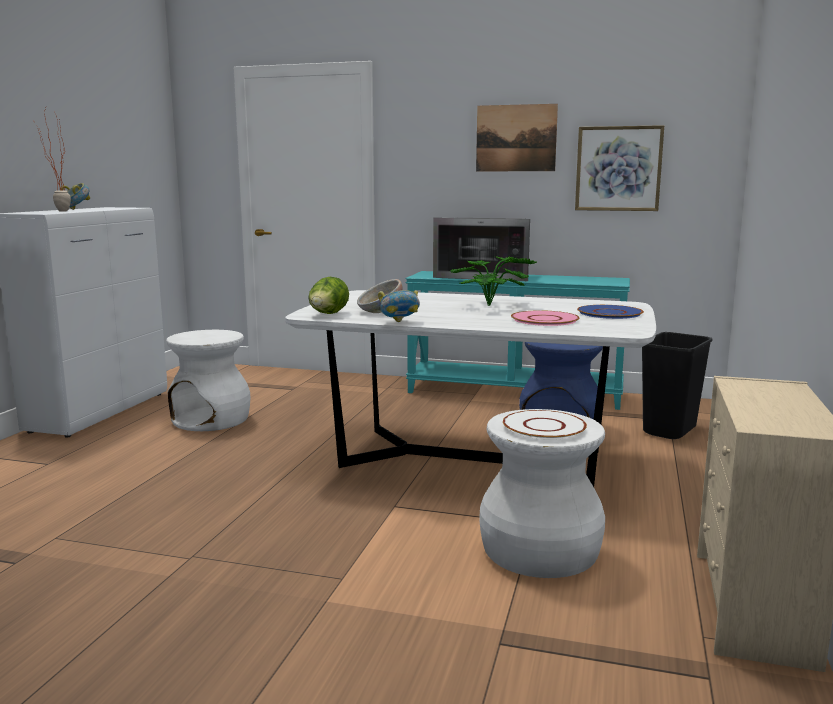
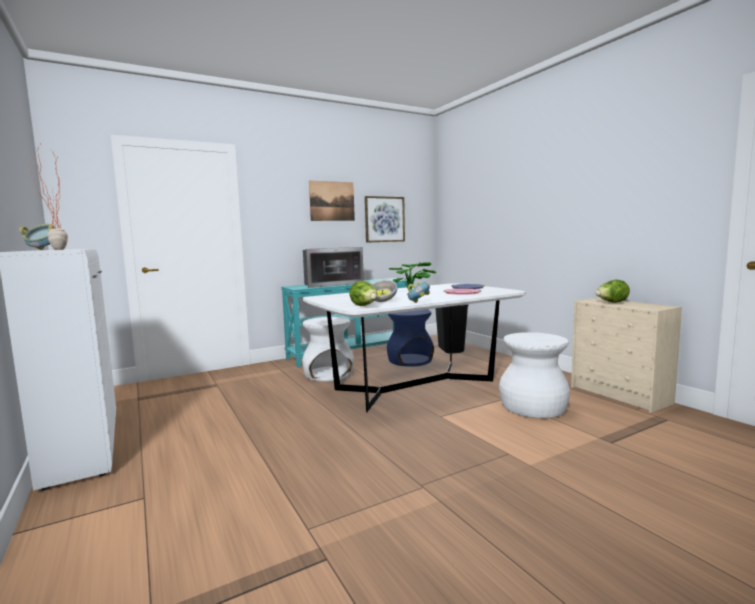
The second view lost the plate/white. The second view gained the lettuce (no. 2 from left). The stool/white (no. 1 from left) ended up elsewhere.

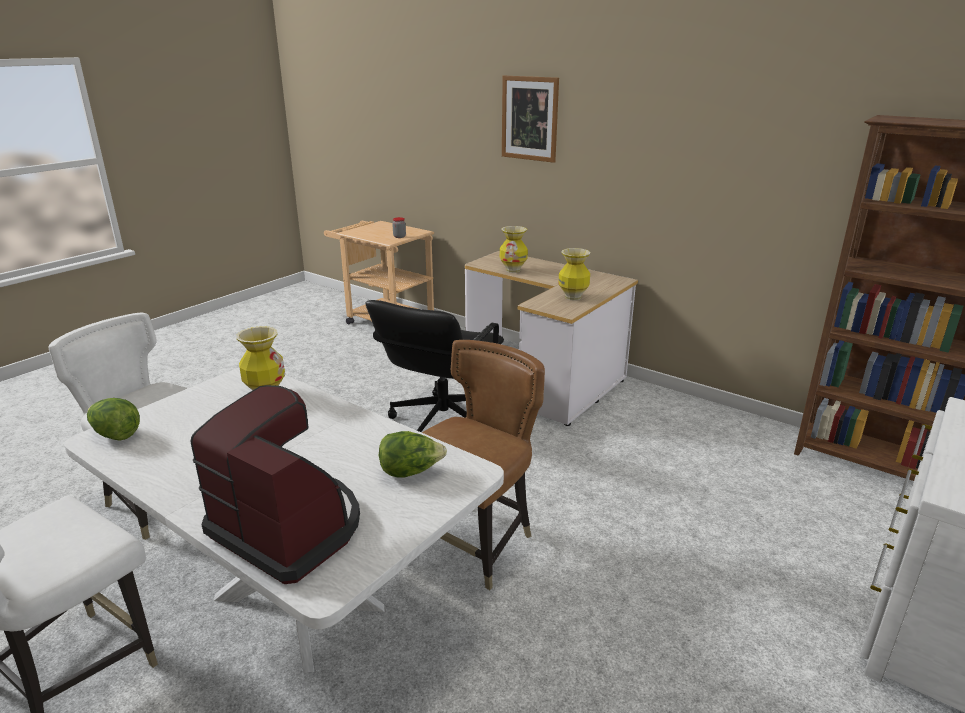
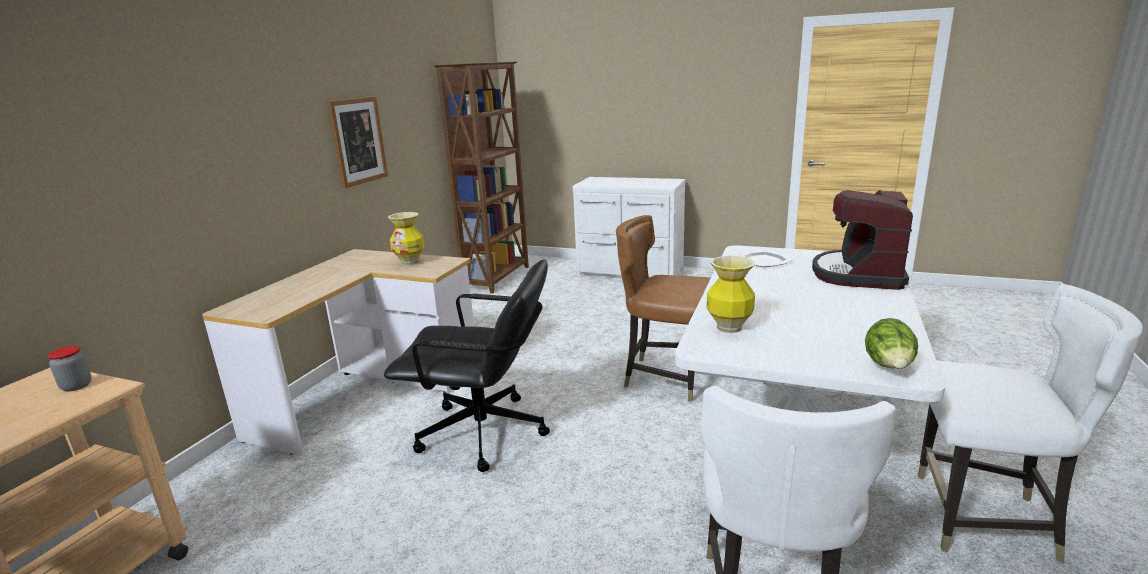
The second view lost the vase (no. 2 from left). The picture ended up elsewhere. Where the lettuce (no. 2 from left) stood, the plate came to stand.

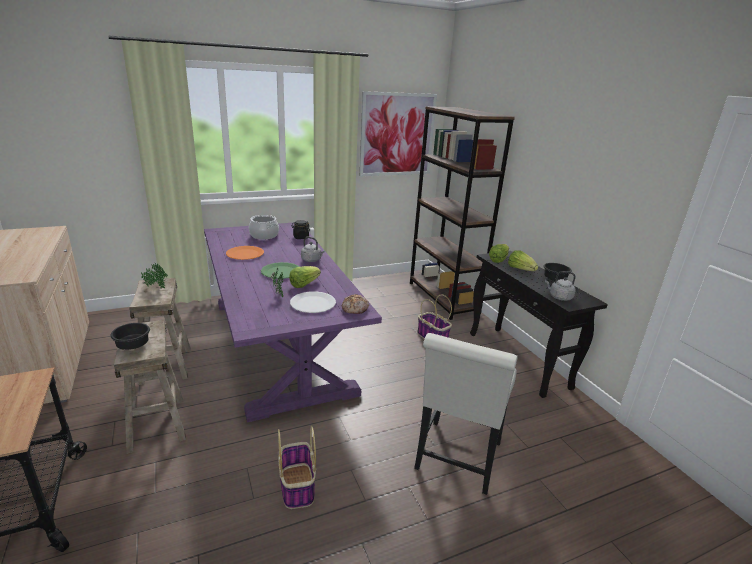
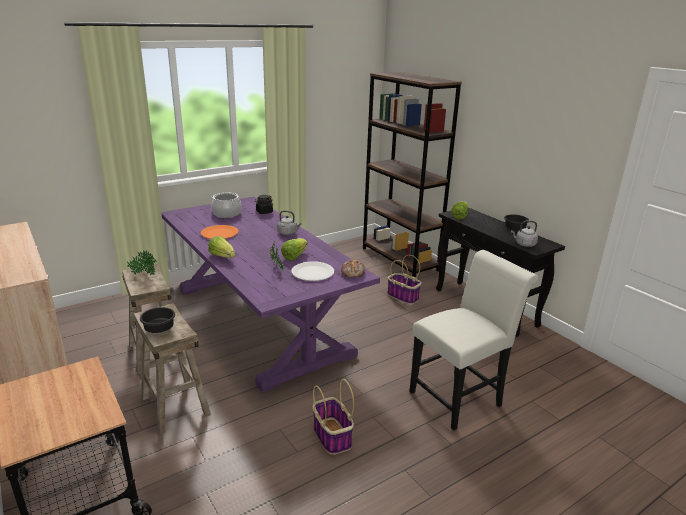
The second view lost the plate/green. The second view lost the picture. The lettuce (no. 3 from left in the first image) ended up elsewhere. The chair/white ended up facing another way, 135 degrees counterclockwise from before.

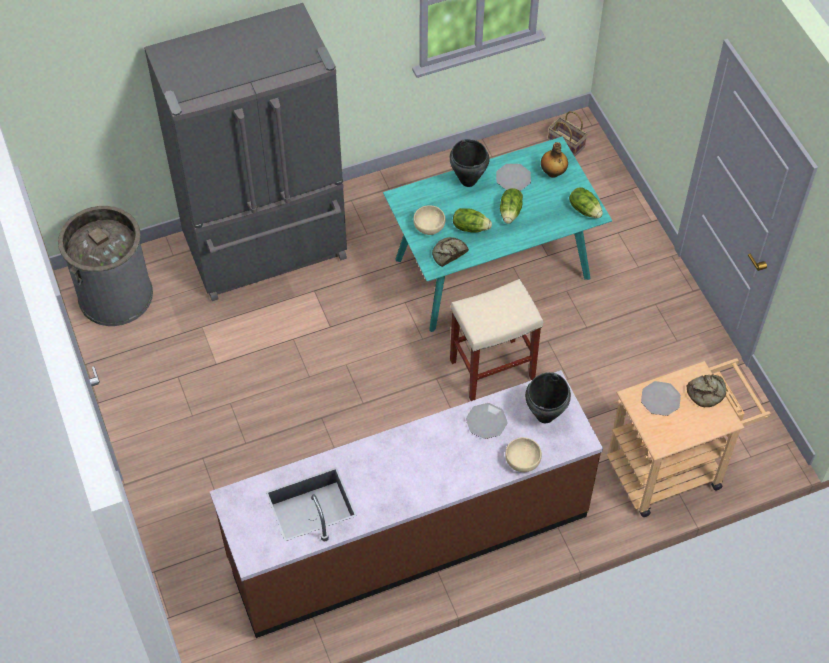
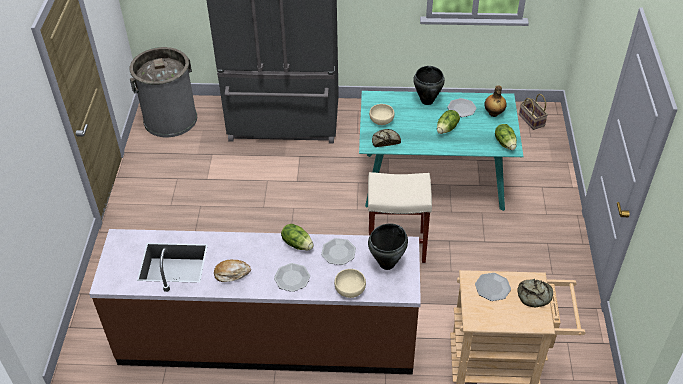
The second view gained the bread (no. 1 from left). The second view gained the plate (no. 1 from left). The lettuce (no. 1 from left) ended up elsewhere.

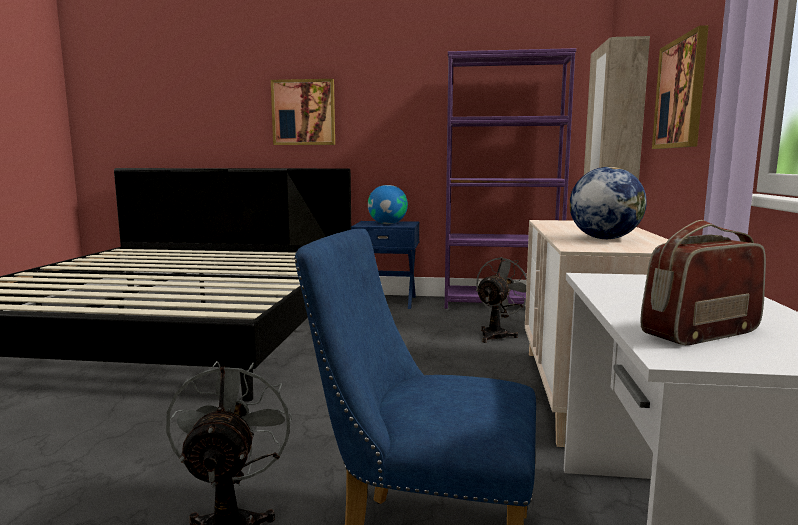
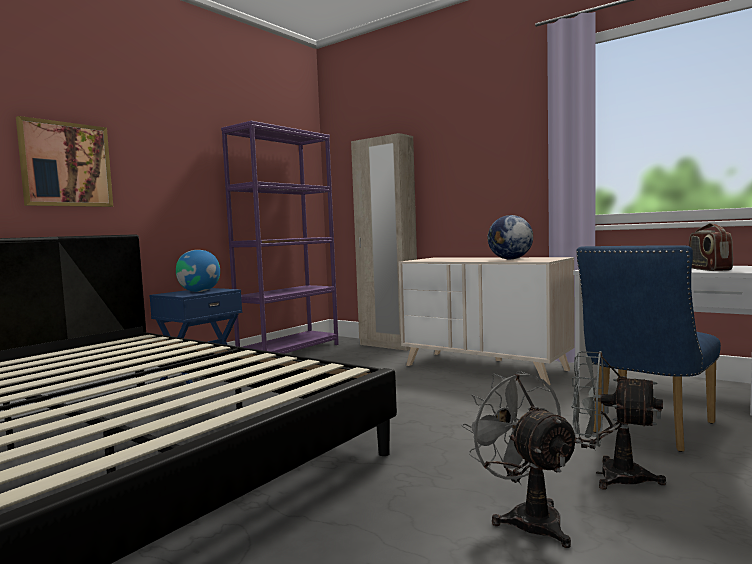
The second view lost the picture (no. 2 from left). The fan/grey (no. 2 from left in the first image) ended up elsewhere.

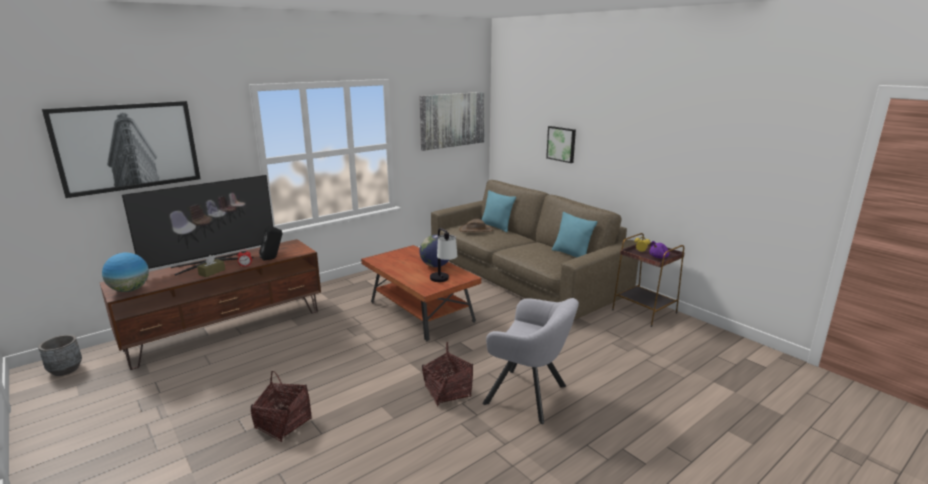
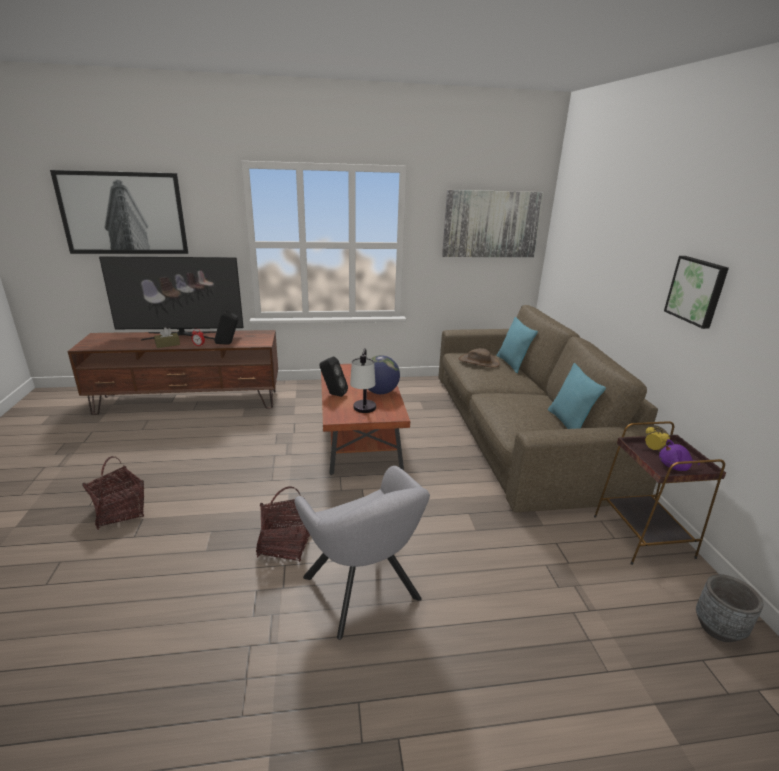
The second view lost the globe (no. 1 from left). The second view gained the speaker/black (no. 2 from left). The planter/grey ended up elsewhere. The picture (no. 3 from left) ended up elsewhere.

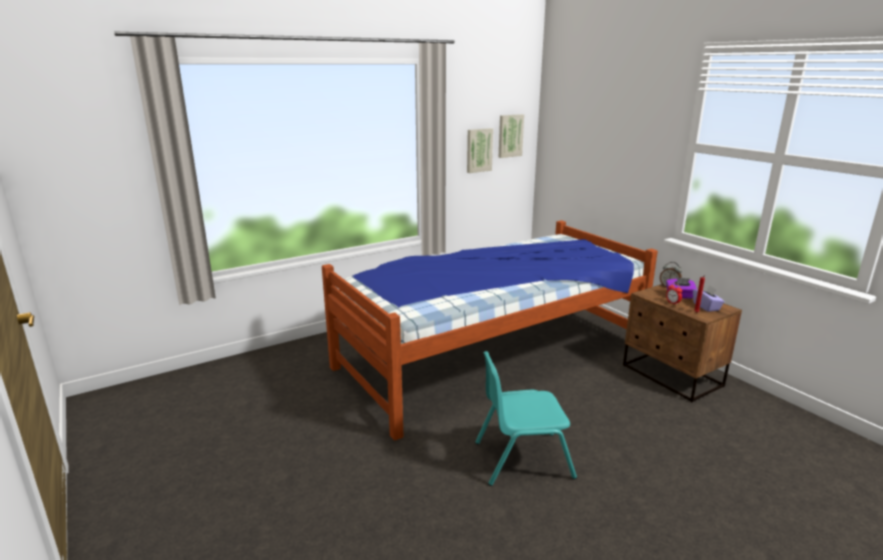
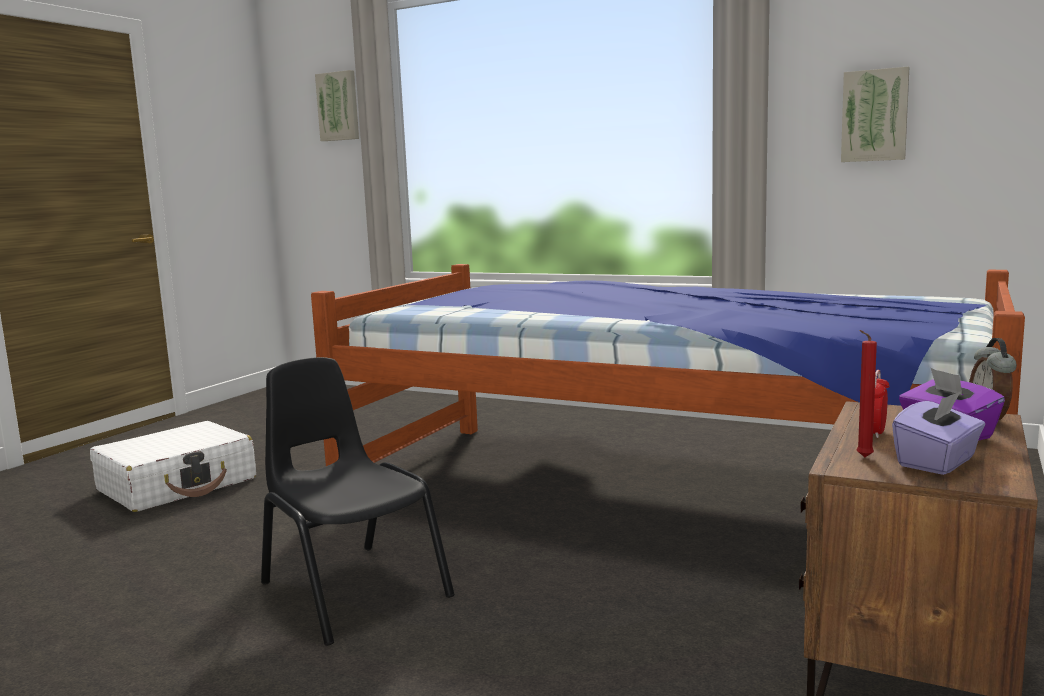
The second view gained the suitcase/white. The picture (no. 2 from left in the first image) ended up elsewhere. What was the chair/turquoise turned into the chair/black.

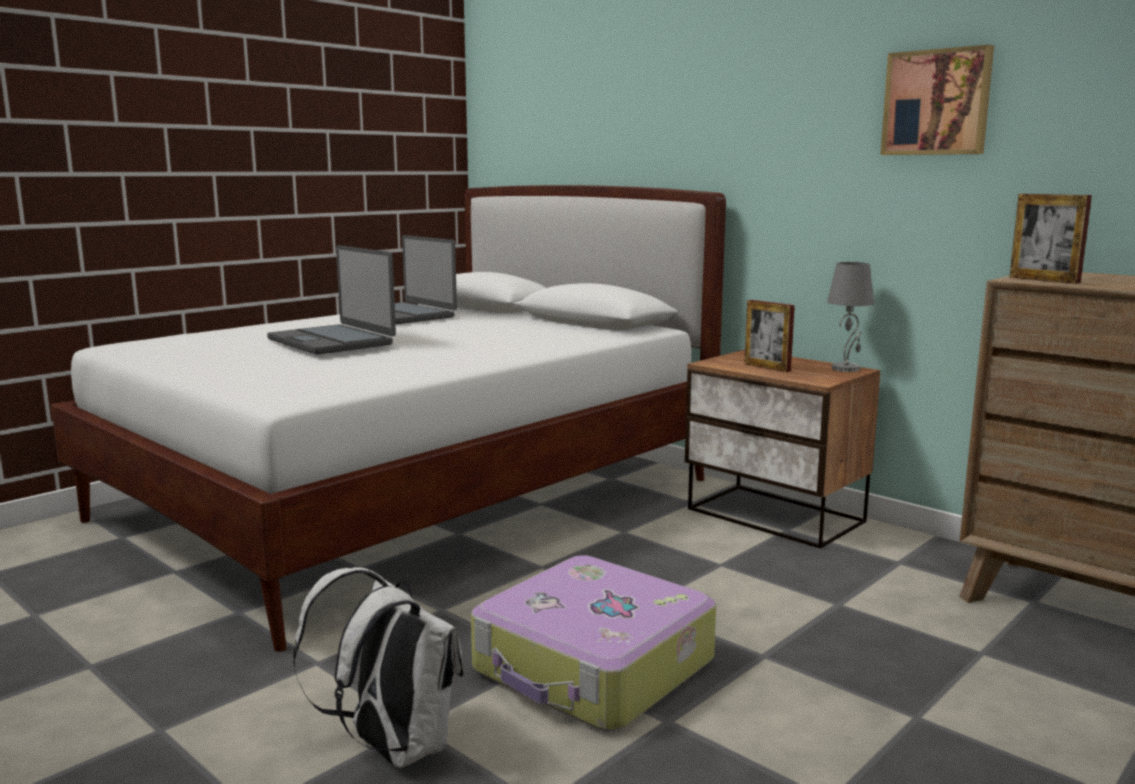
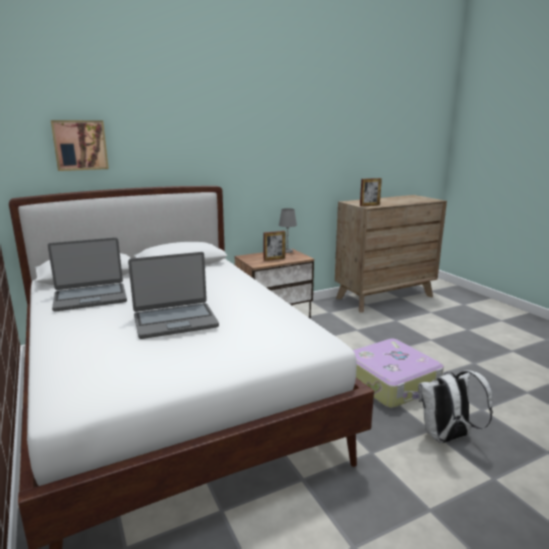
The picture ended up elsewhere.

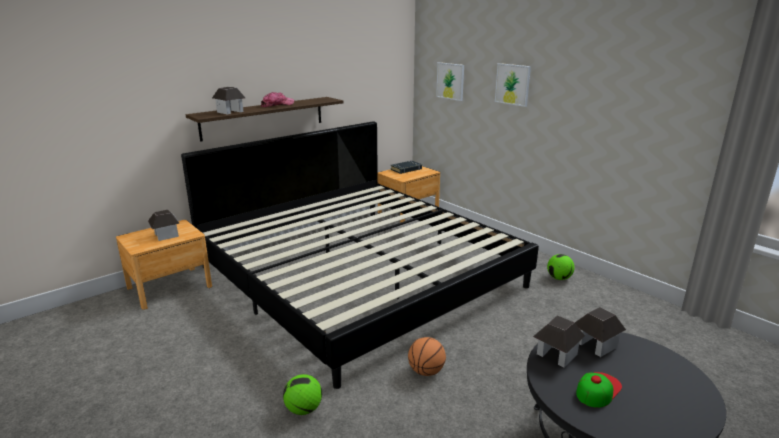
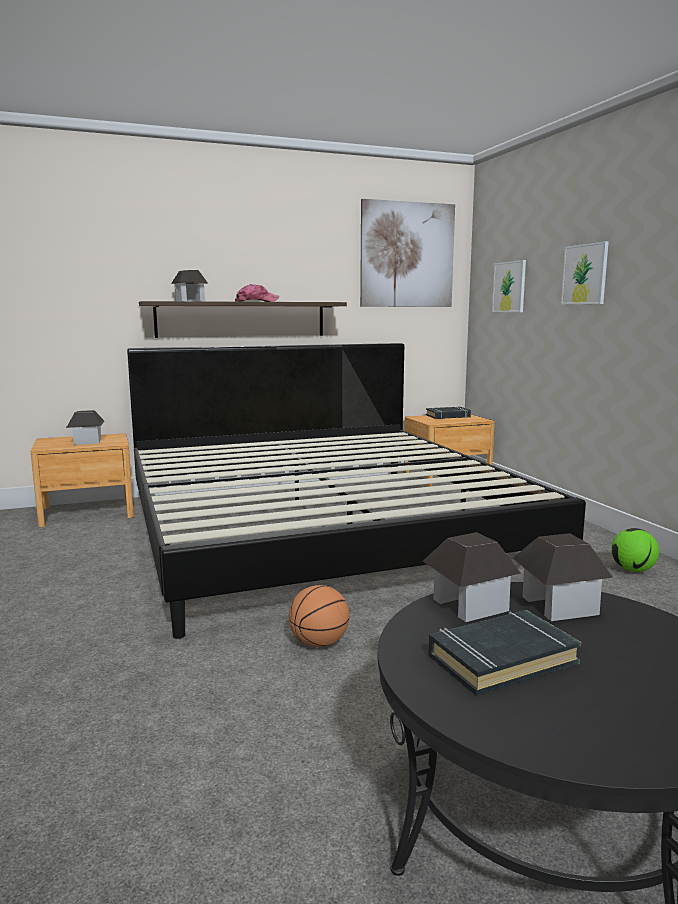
The second view lost the football (no. 1 from left). The second view gained the picture (no. 1 from left). Where the cap (no. 2 from left) stood, the book/black (no. 2 from left) came to stand.

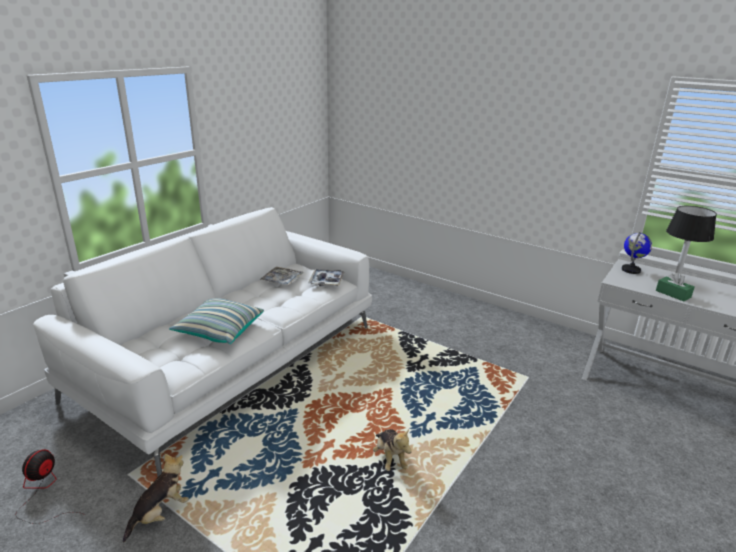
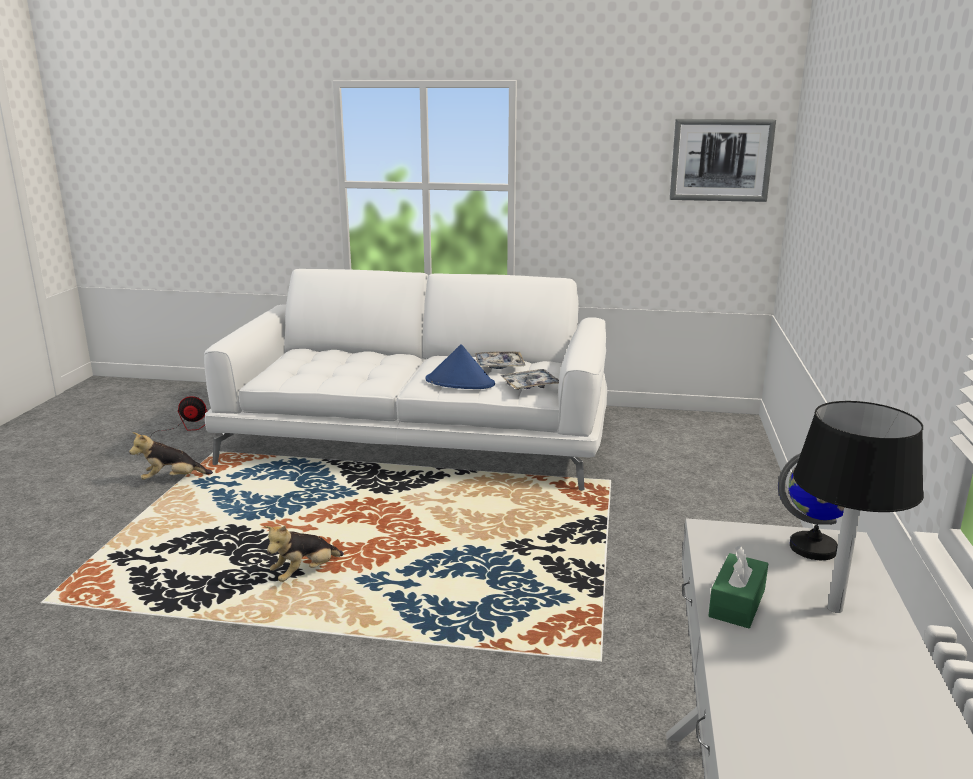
The second view lost the pillow. The second view gained the hat/blue. The second view gained the picture. The plush toy (no. 1 from left) ended up facing another way, 150 degrees clockwise from before.

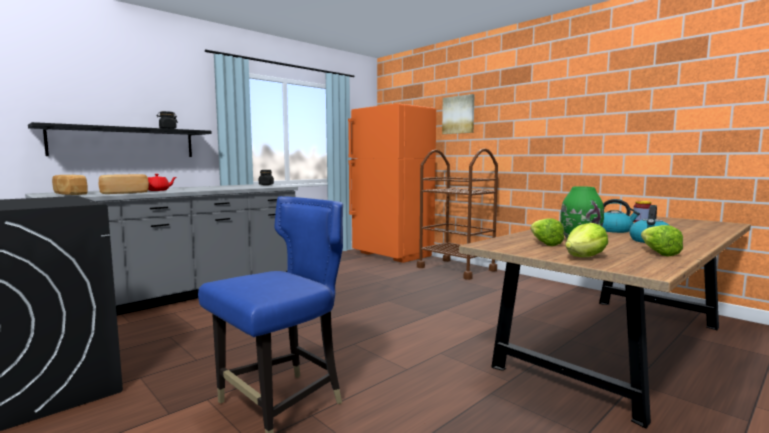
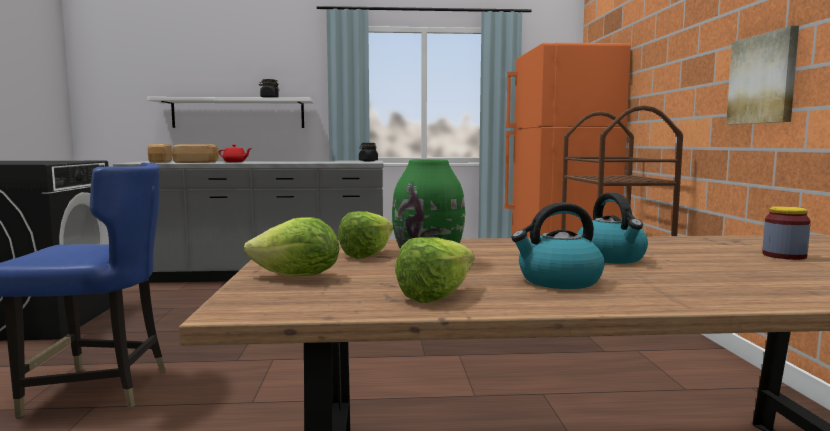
The picture ended up elsewhere. What was the shelf/black turned into the shelf/white.

